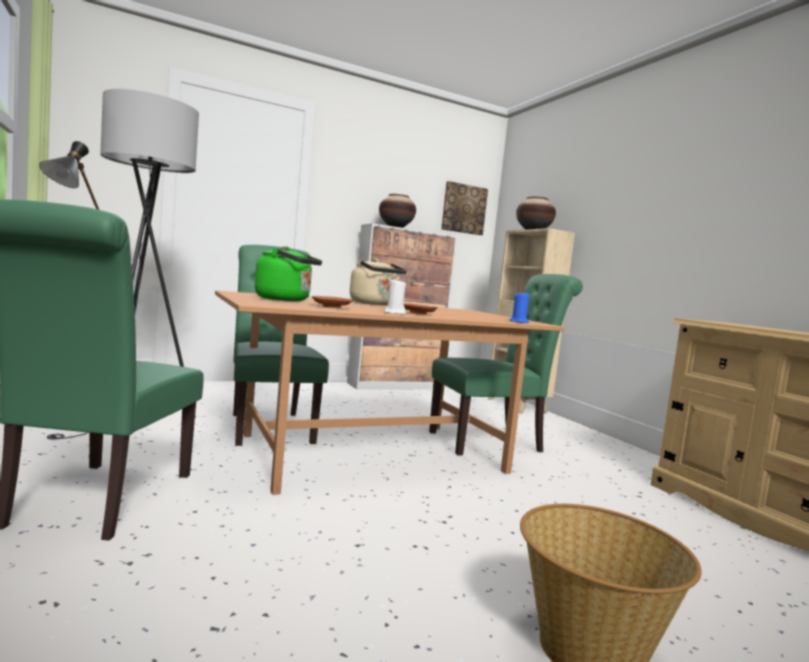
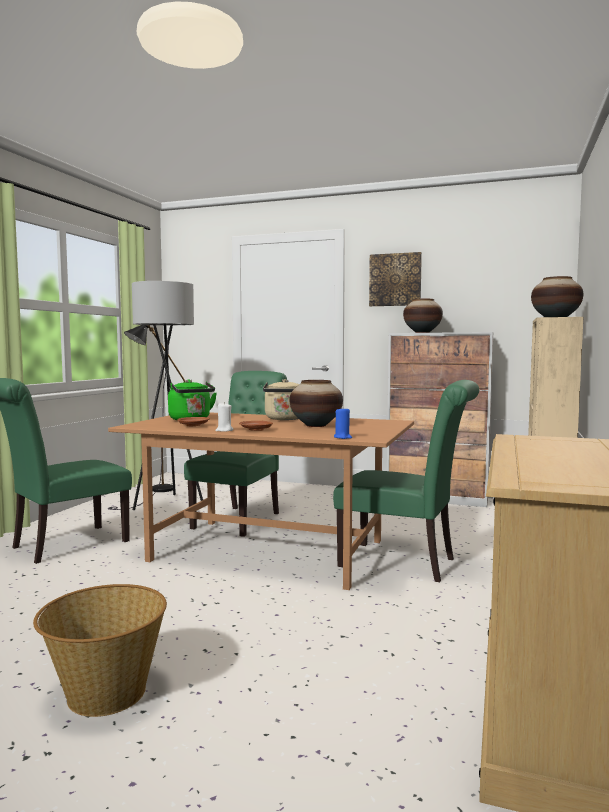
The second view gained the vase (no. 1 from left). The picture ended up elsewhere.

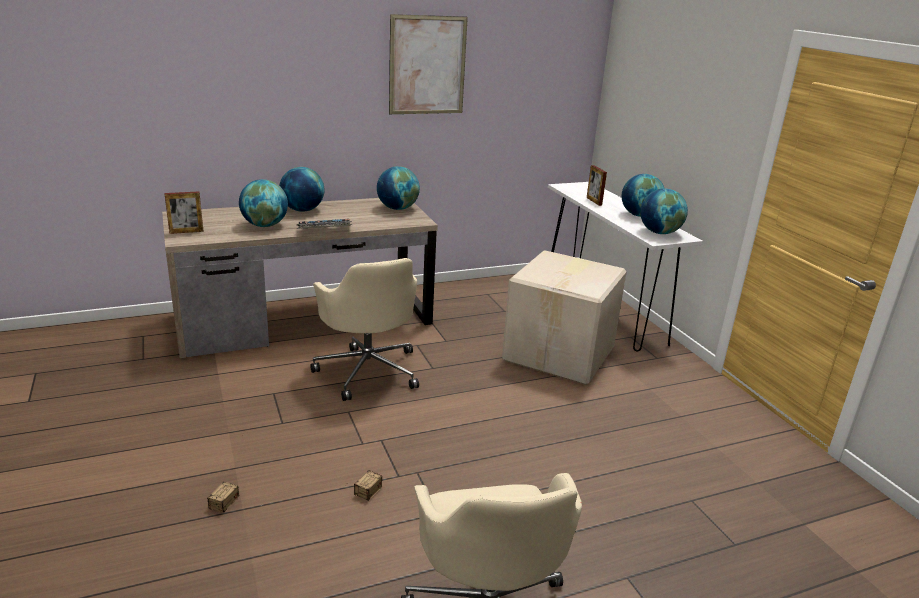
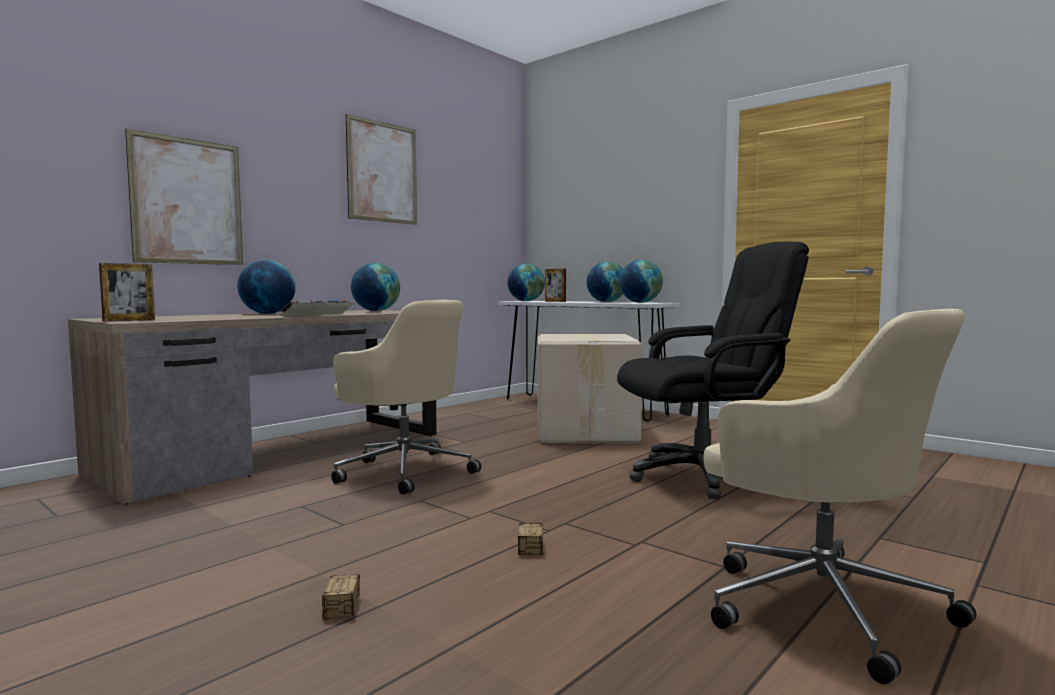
The second view gained the picture (no. 1 from left). The second view gained the office chair/black. The globe (no. 1 from left in the first image) ended up elsewhere.

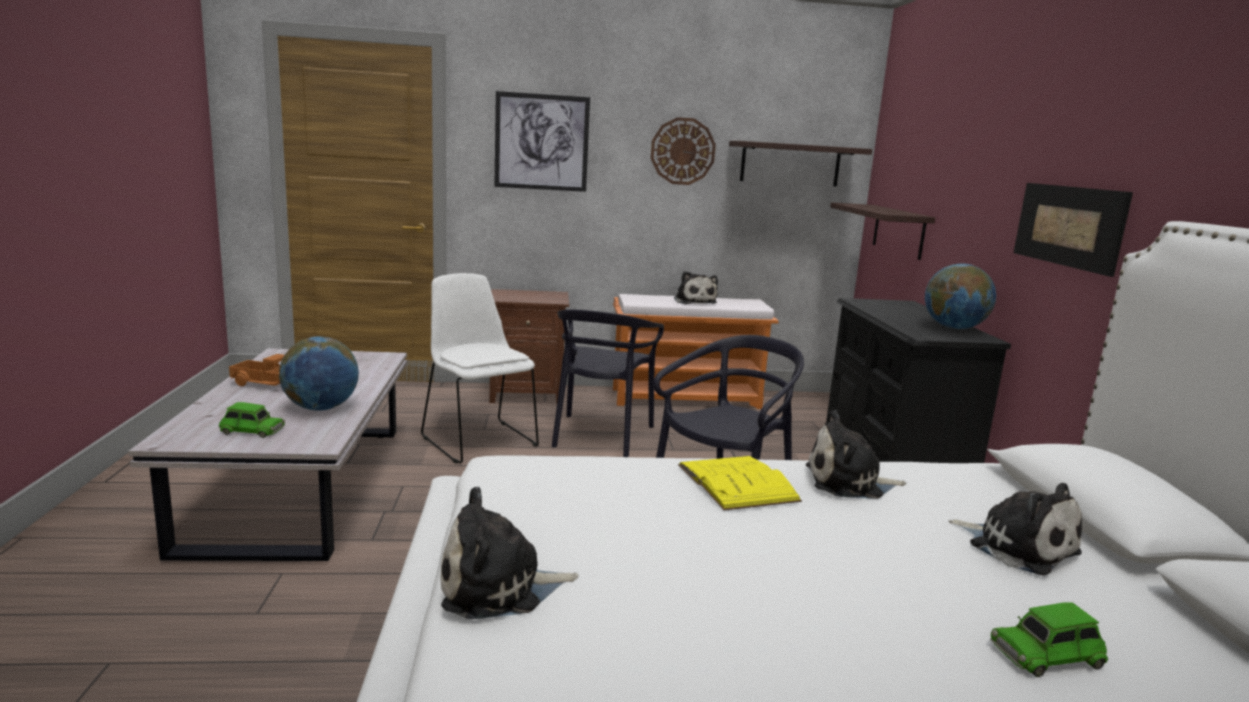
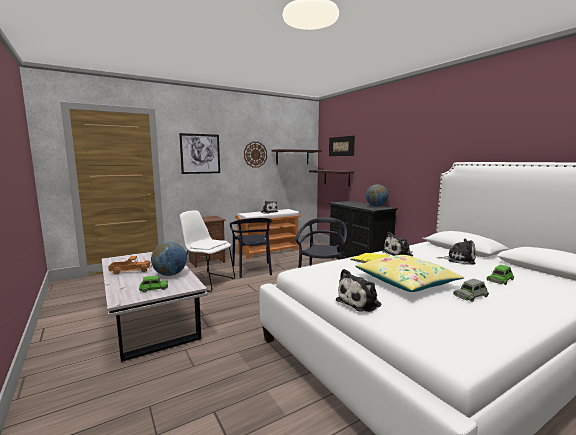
The second view gained the pillow/yellow. The second view gained the toy car/grey. The picture (no. 2 from left) ended up elsewhere.

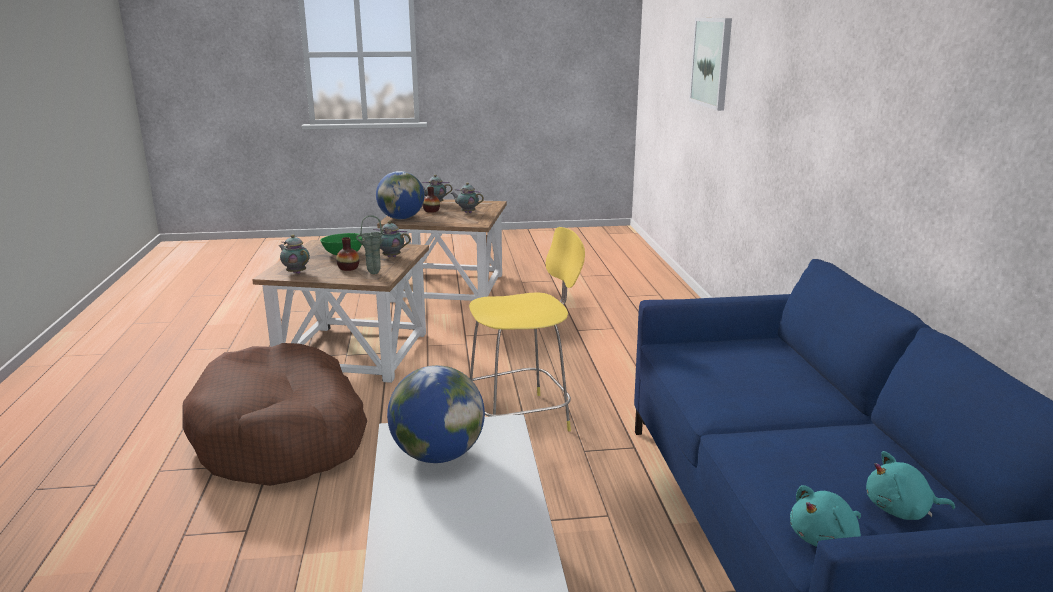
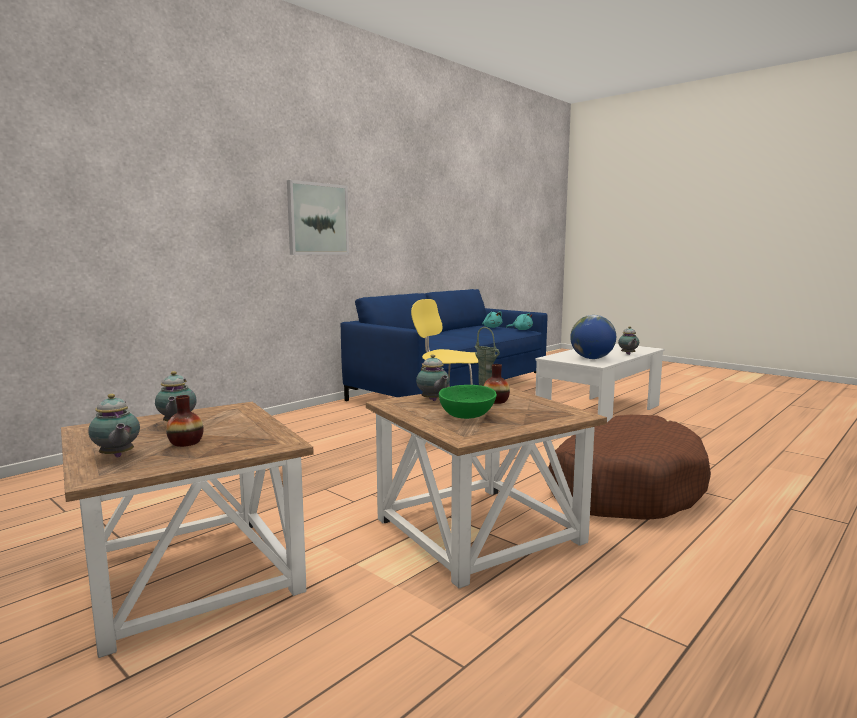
The second view lost the globe (no. 1 from left). The teapot (no. 1 from left in the first image) ended up elsewhere. The picture ended up elsewhere.

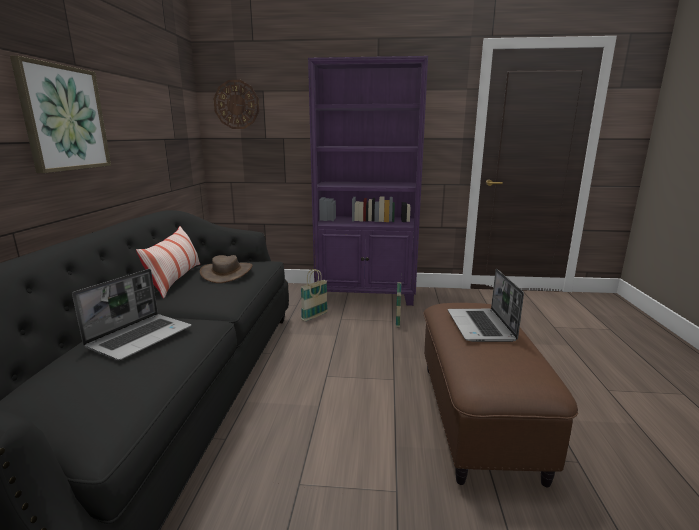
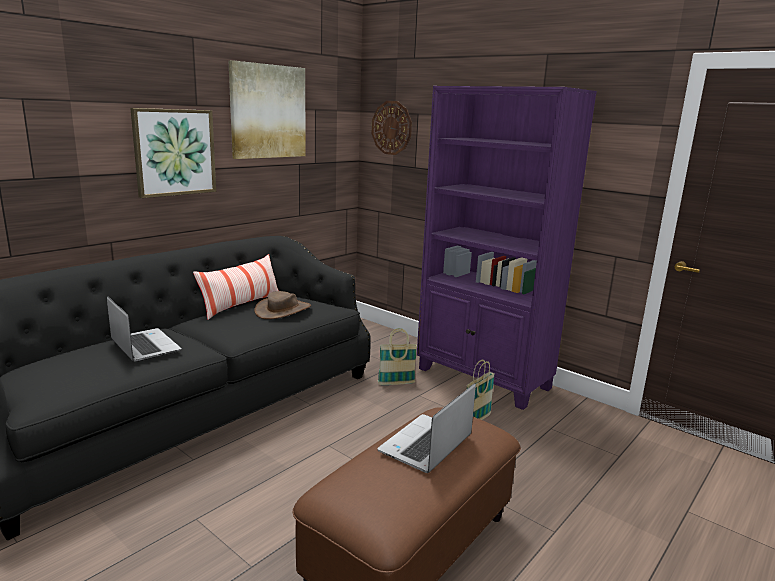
The second view gained the picture (no. 2 from left). The laptop (no. 1 from left) ended up facing another way, 105 degrees counterclockwise from before.

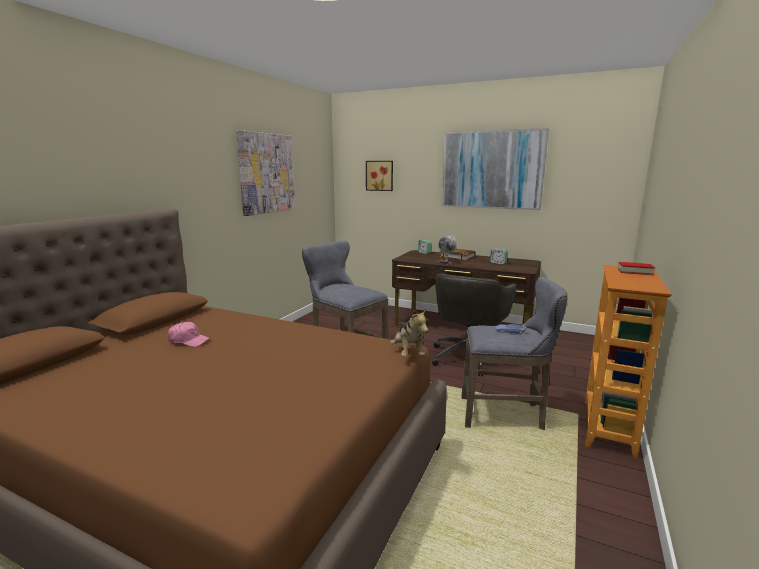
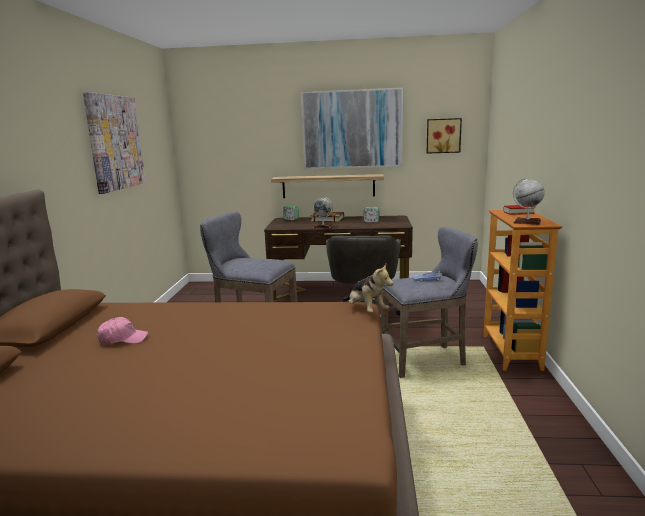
The second view gained the shelf. The second view gained the globe (no. 2 from left). The picture (no. 2 from left in the first image) ended up elsewhere.

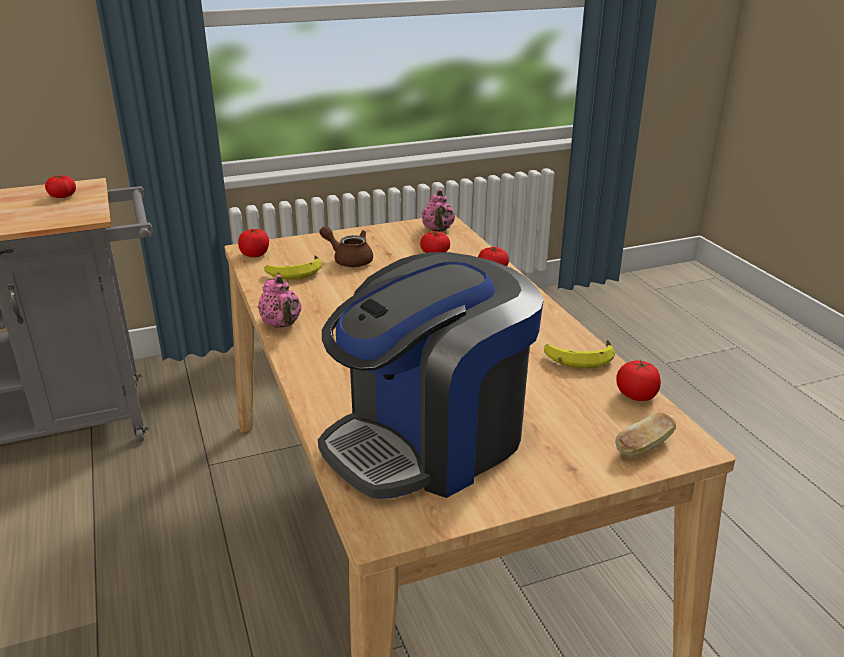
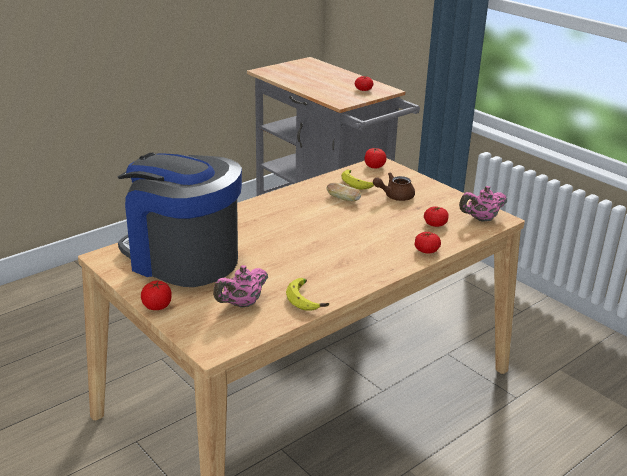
The teapot/pink (no. 1 from left) ended up elsewhere. The bread ended up elsewhere. The tomato (no. 5 from left in the first image) ended up elsewhere. The teapot/brown ended up facing another way, 120 degrees counterclockwise from before.

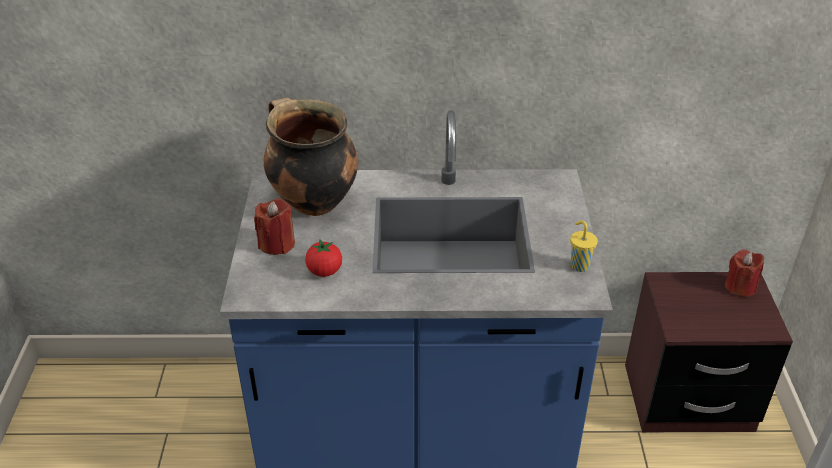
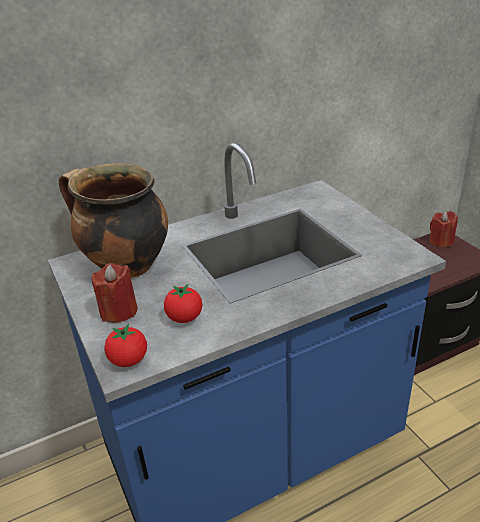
The second view lost the cup/yellow. The second view gained the tomato (no. 1 from left).

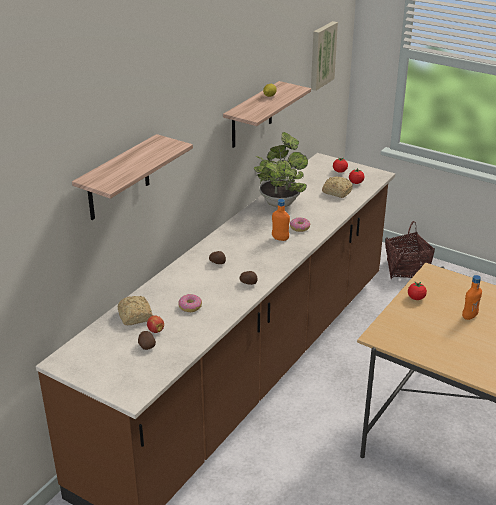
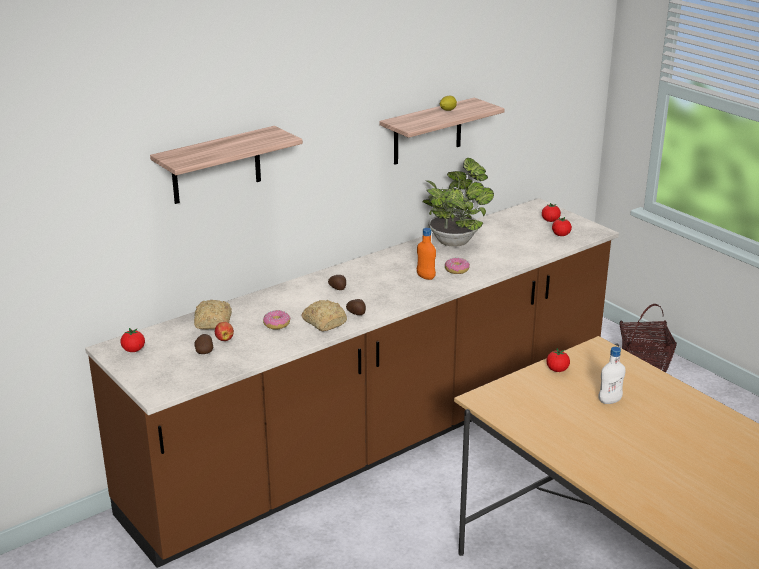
The second view lost the picture. The second view gained the tomato (no. 1 from left). The bread (no. 2 from left) ended up elsewhere. What was the bottle/orange (no. 2 from left) turned into the bottle/white.

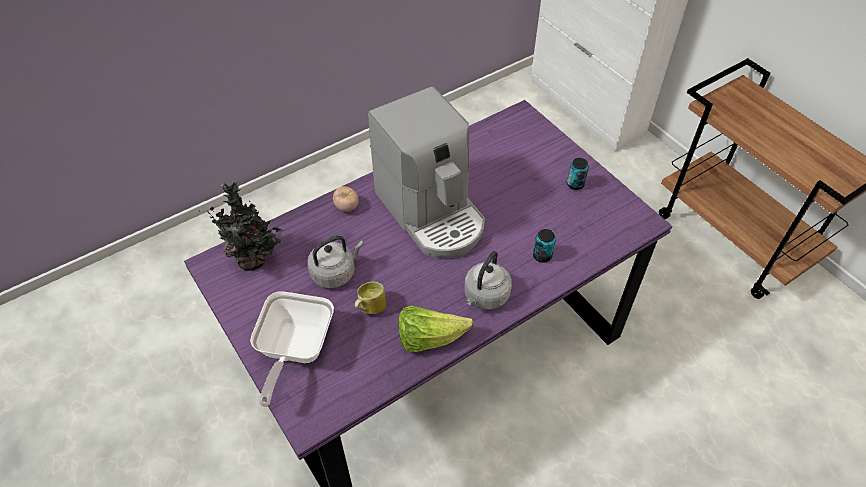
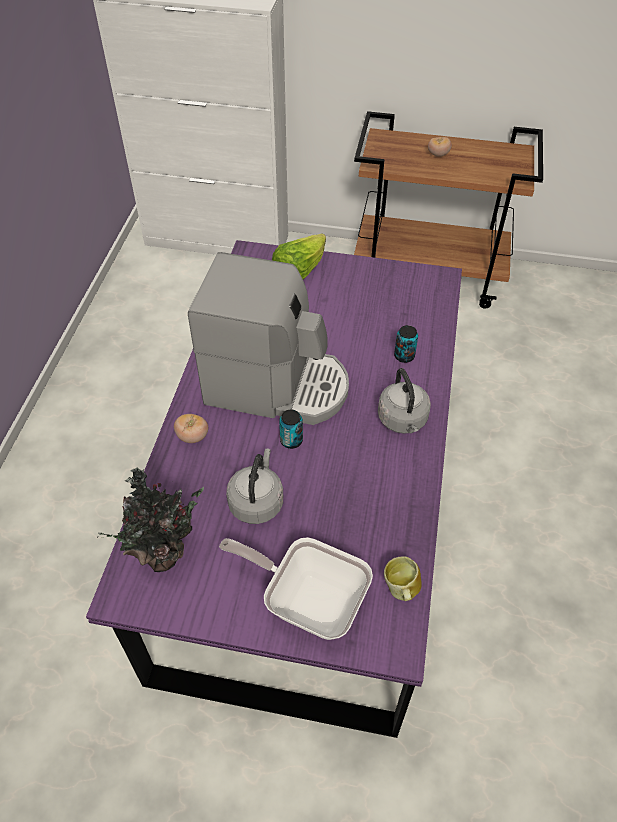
The second view gained the tomato (no. 2 from left). The mug ended up elsewhere. The lettuce ended up elsewhere. The can (no. 2 from left in the first image) ended up elsewhere. The frying pan ended up facing another way, 150 degrees clockwise from before.

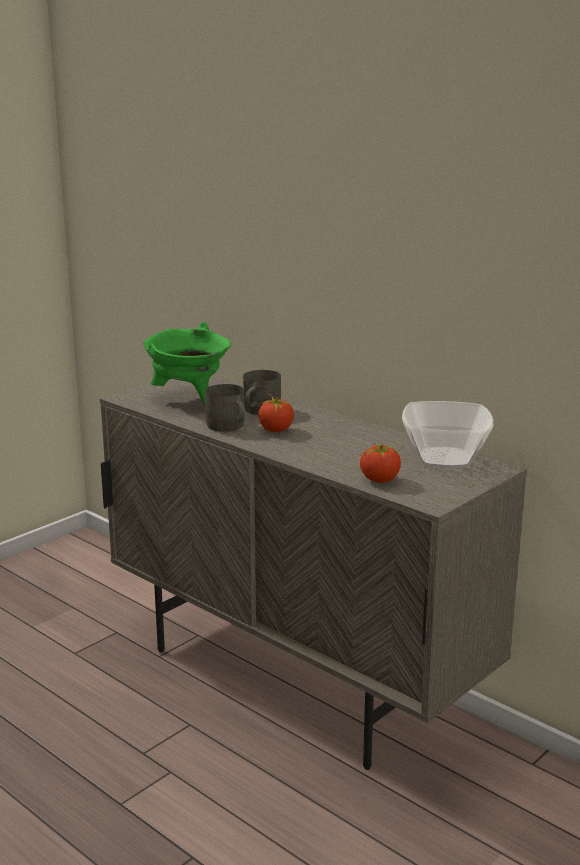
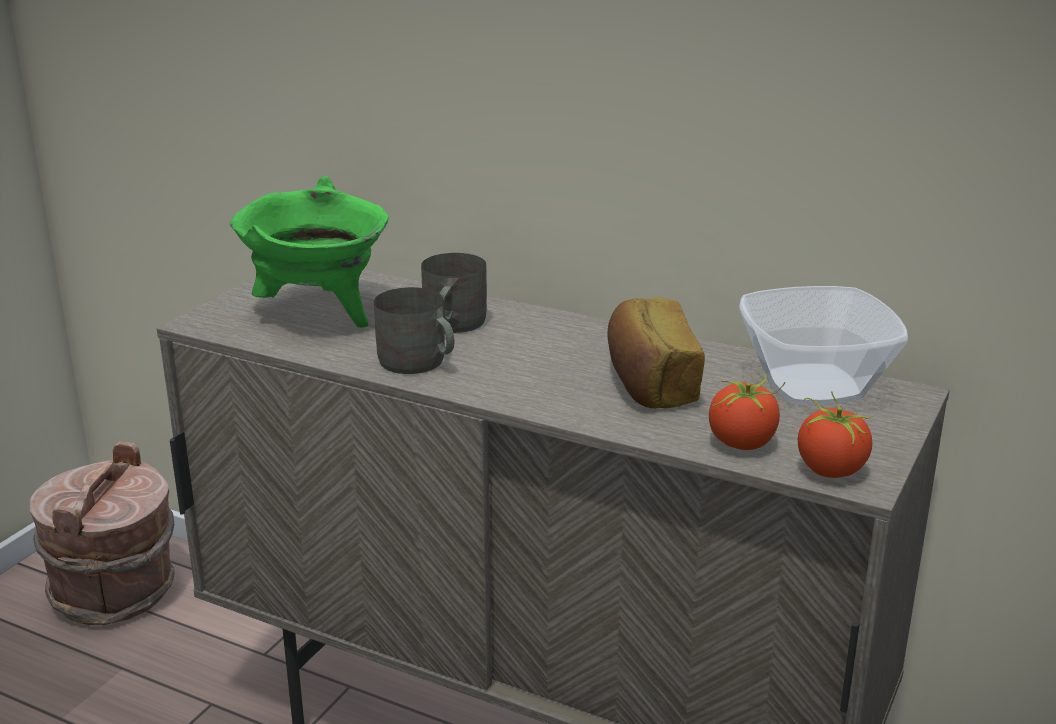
The second view gained the bucket/brown. The second view gained the bread. The tomato (no. 1 from left in the first image) ended up elsewhere.

